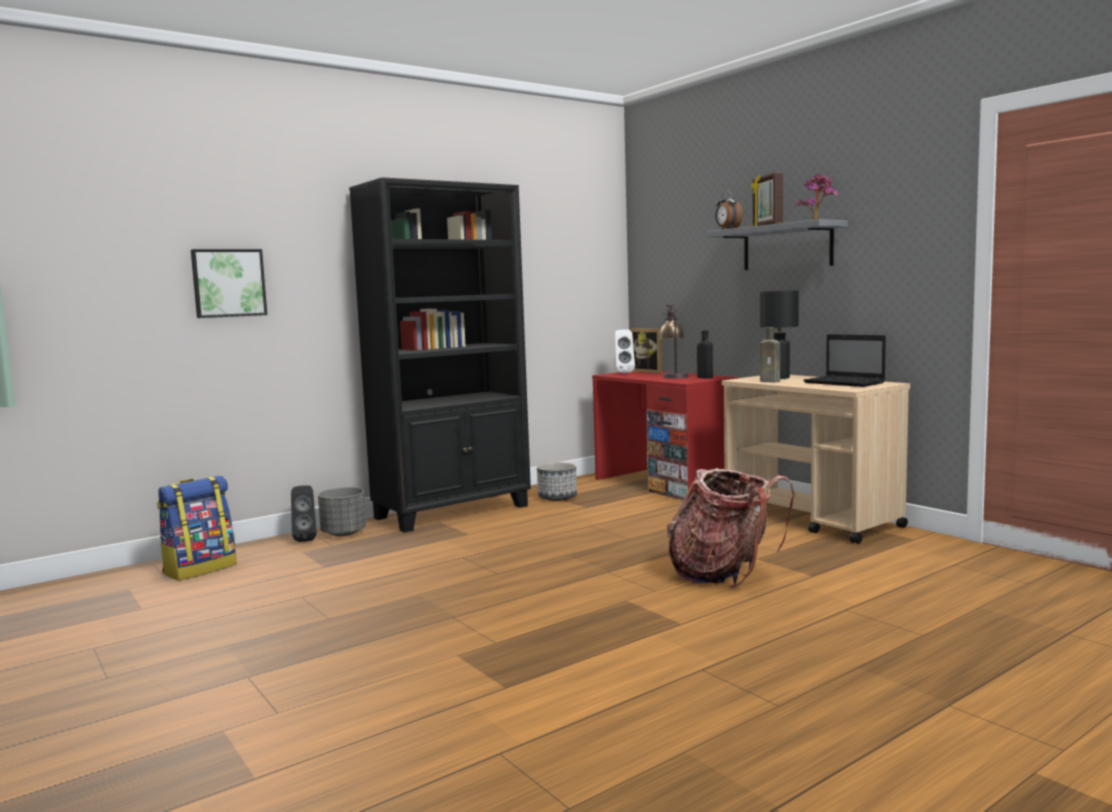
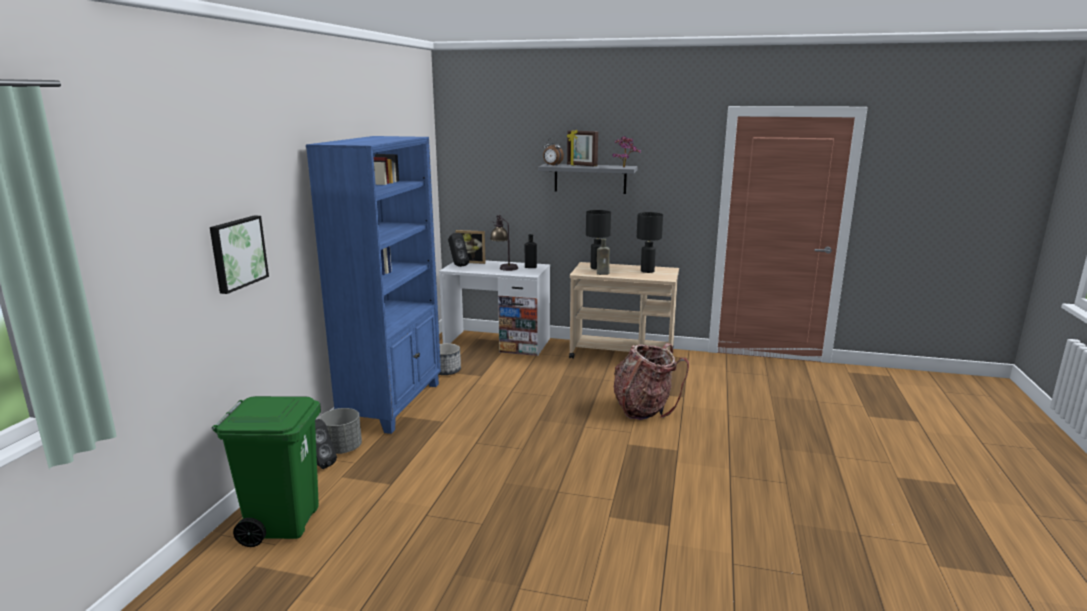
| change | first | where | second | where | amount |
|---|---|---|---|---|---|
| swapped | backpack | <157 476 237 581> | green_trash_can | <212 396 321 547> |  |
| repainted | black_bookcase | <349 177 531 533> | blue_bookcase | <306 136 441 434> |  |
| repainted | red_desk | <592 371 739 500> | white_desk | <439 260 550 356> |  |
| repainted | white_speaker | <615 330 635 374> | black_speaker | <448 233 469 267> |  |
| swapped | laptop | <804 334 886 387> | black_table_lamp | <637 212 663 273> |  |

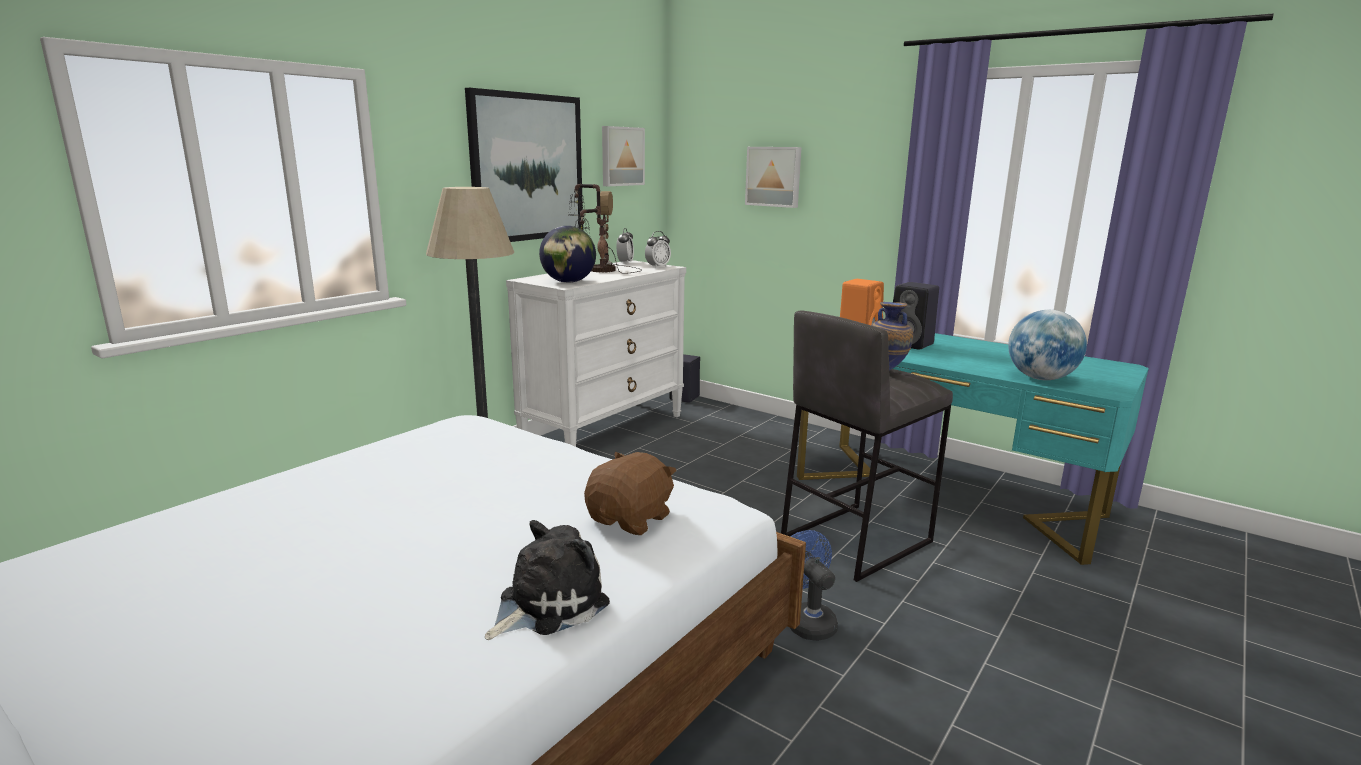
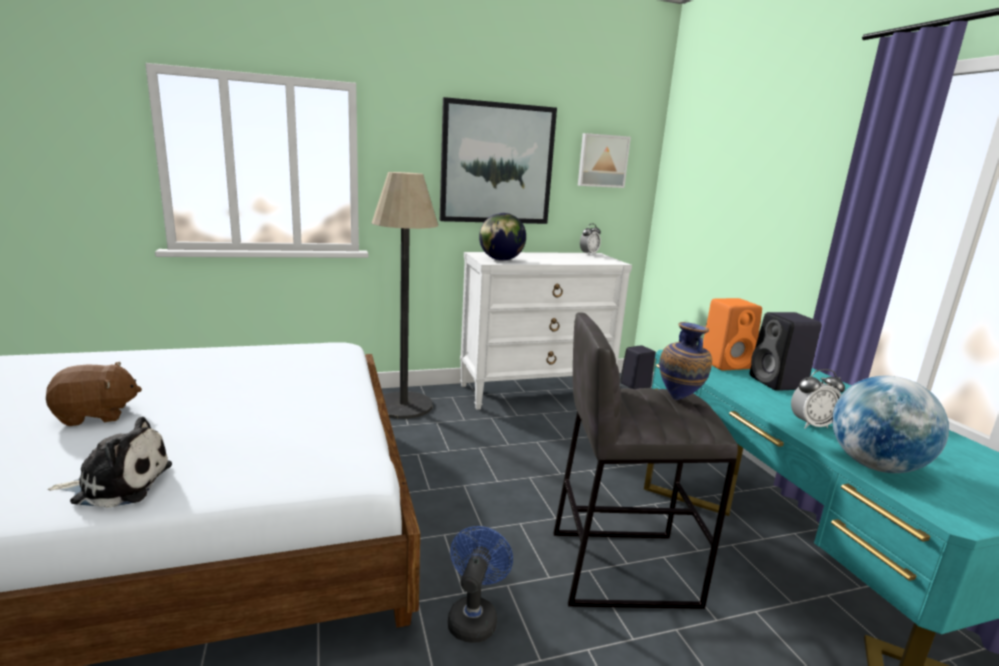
| change | first | where | second | where | amount |
|---|---|---|---|---|---|
| gone | table_lamp | <569 184 642 274> |  |  |  |
| shifted | brown_plush_toy | <584 452 676 535> |  | <46 362 142 426> |  |
| shifted | alarm_clock | <645 231 671 268> |  | <791 369 845 429> |  |
| gone | picture | <745 147 801 208> |  |  |  |

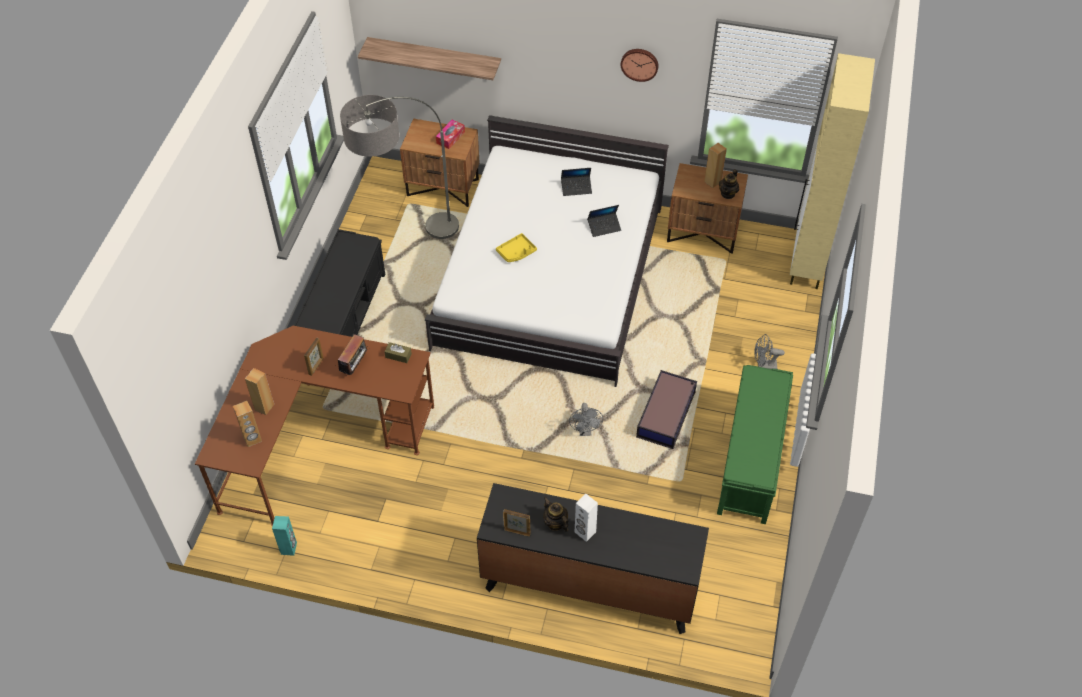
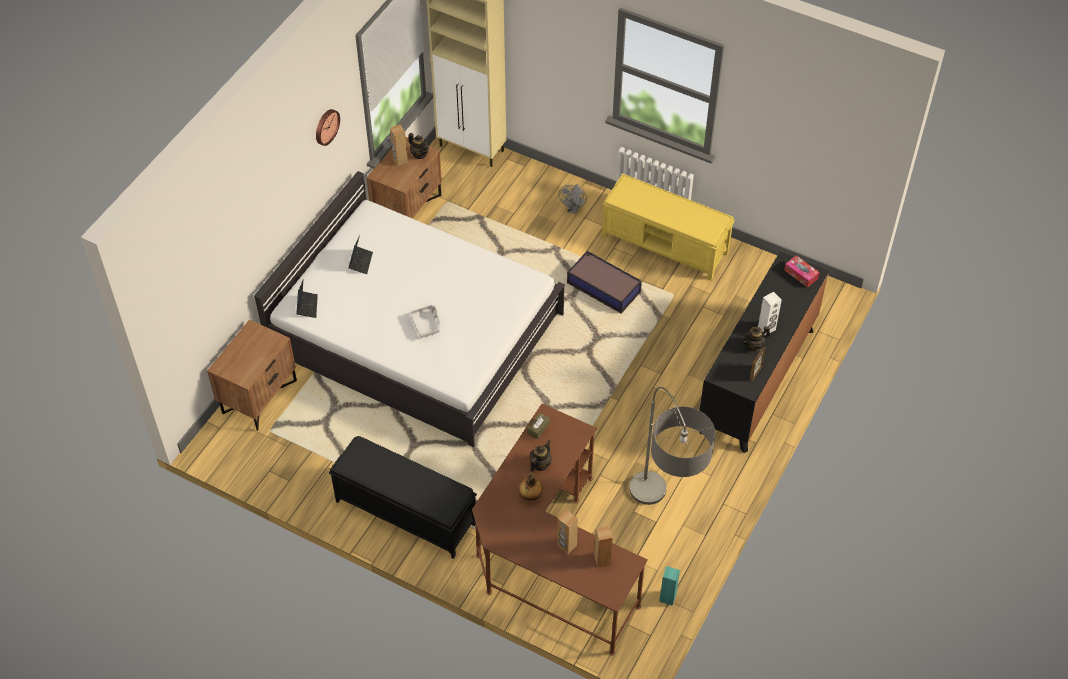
| change | first | where | second | where | amount |
|---|---|---|---|---|---|
| swapped | picture_frame | <304 337 324 376> | bottle | <519 473 543 501> |  |
| swapped | radio | <338 334 367 376> | teapot | <530 440 552 472> |  |
| shifted | floor_lamp | <340 95 459 239> |  | <629 387 715 505> |  |
| gone | shelf | <358 37 501 80> |  |  |  |
| shifted | tissue_box | <436 120 465 149> |  | <784 255 820 288> |  |
| repainted | yellow_tray | <496 233 537 262> | grey_tray | <409 305 440 338> |  |
| gone | grey_fan | <569 403 603 436> |  |  |  |
| shifted | laptop | <587 205 621 237> |  | <296 280 318 318> |  |
| repainted | green_bench | <717 365 793 524> | yellow_bench | <602 174 735 280> |  |

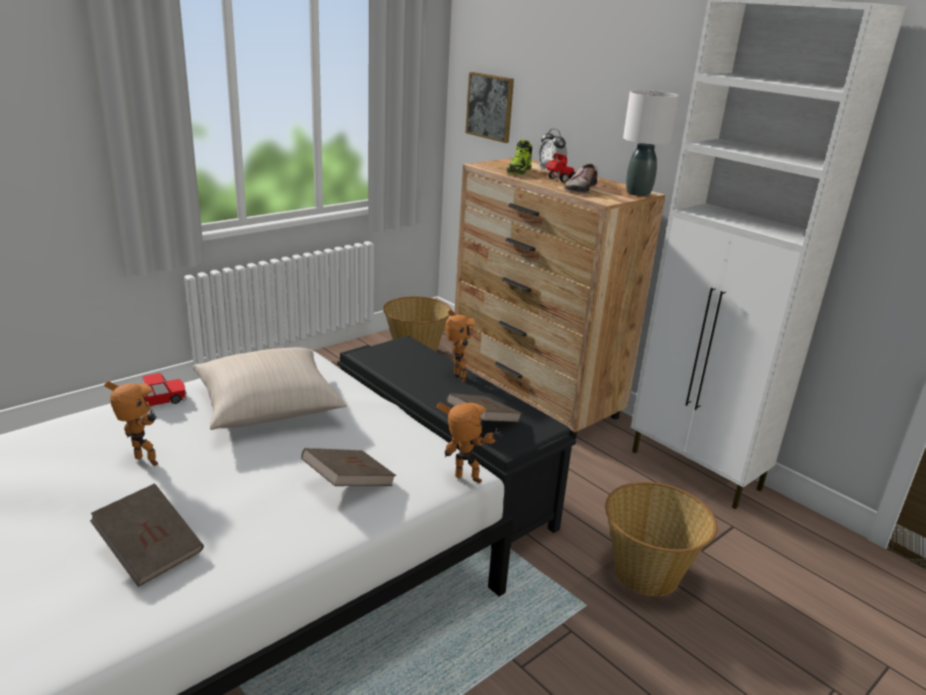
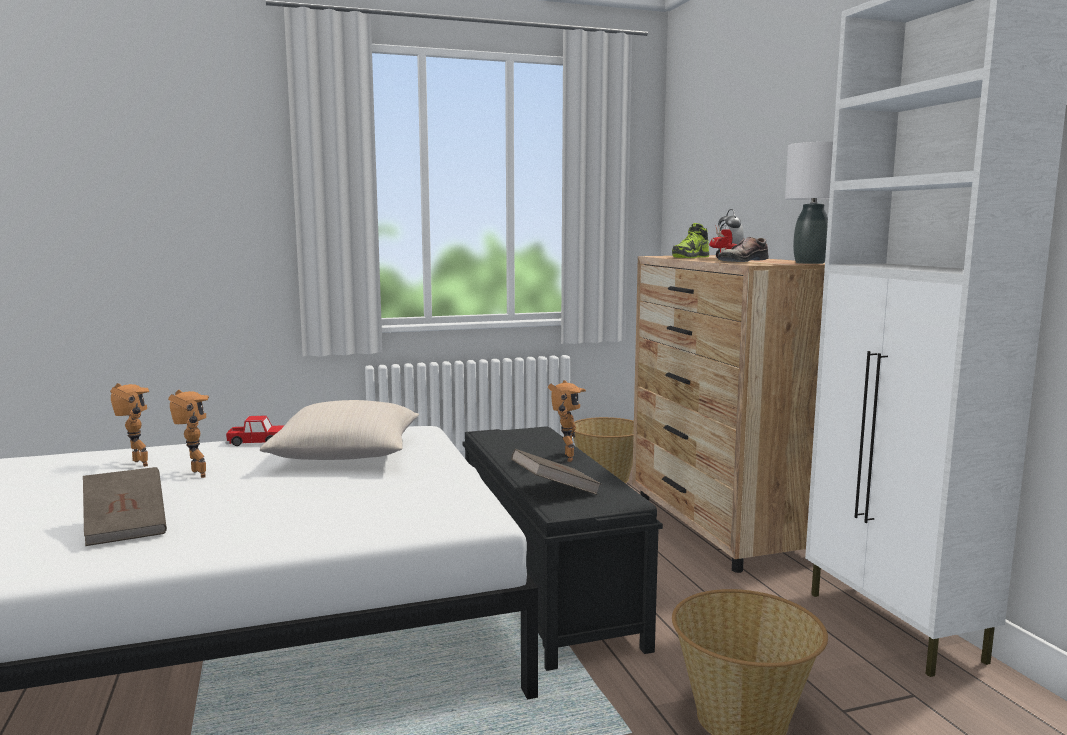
| change | first | where | second | where | amount |
|---|---|---|---|---|---|
| gone | brown_book | <301 448 396 486> |  |  |  |
| shifted | toy_robot | <436 402 503 484> |  | <110 383 149 467> |  |
| gone | picture | <465 72 514 143> |  |  |  |

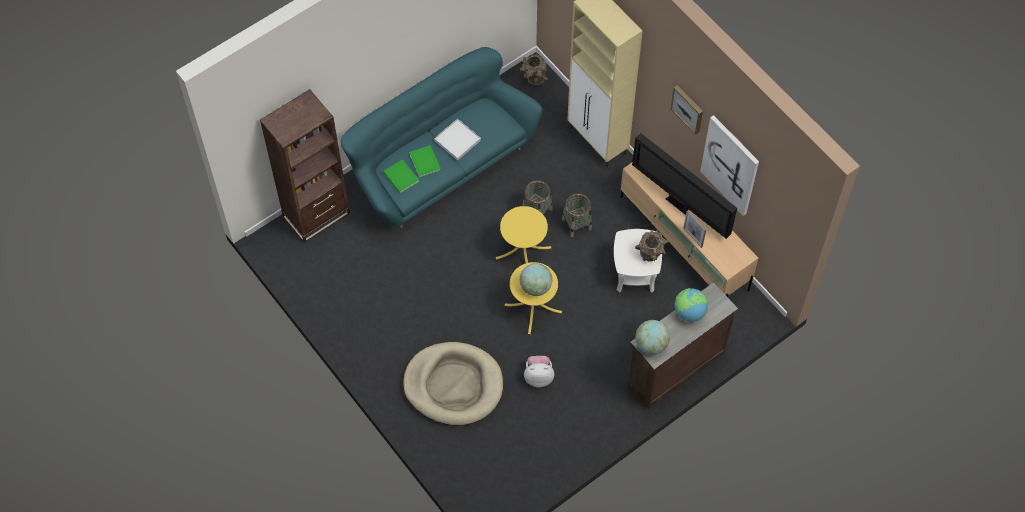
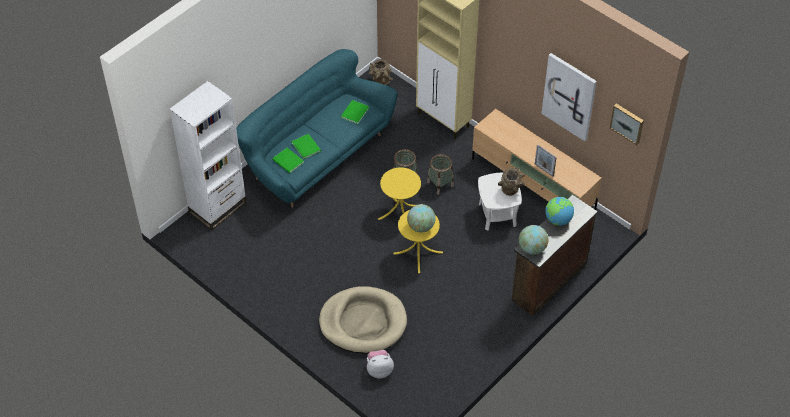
| change | first | where | second | where | amount |
|---|---|---|---|---|---|
| repainted | brown_bookcase | <260 89 350 243> | white_bookcase | <170 81 246 230> |  |
| gone | white_tray | <434 118 481 161> |  |  |  |
| shifted | plush_toy | <524 356 554 388> |  | <367 350 394 379> |  |
| gone | television | <632 133 737 239> |  |  |  |
| shifted | picture | <671 85 703 135> |  | <610 104 644 145> |  |
| new |  |  | green_book | <341 100 369 124> |  |

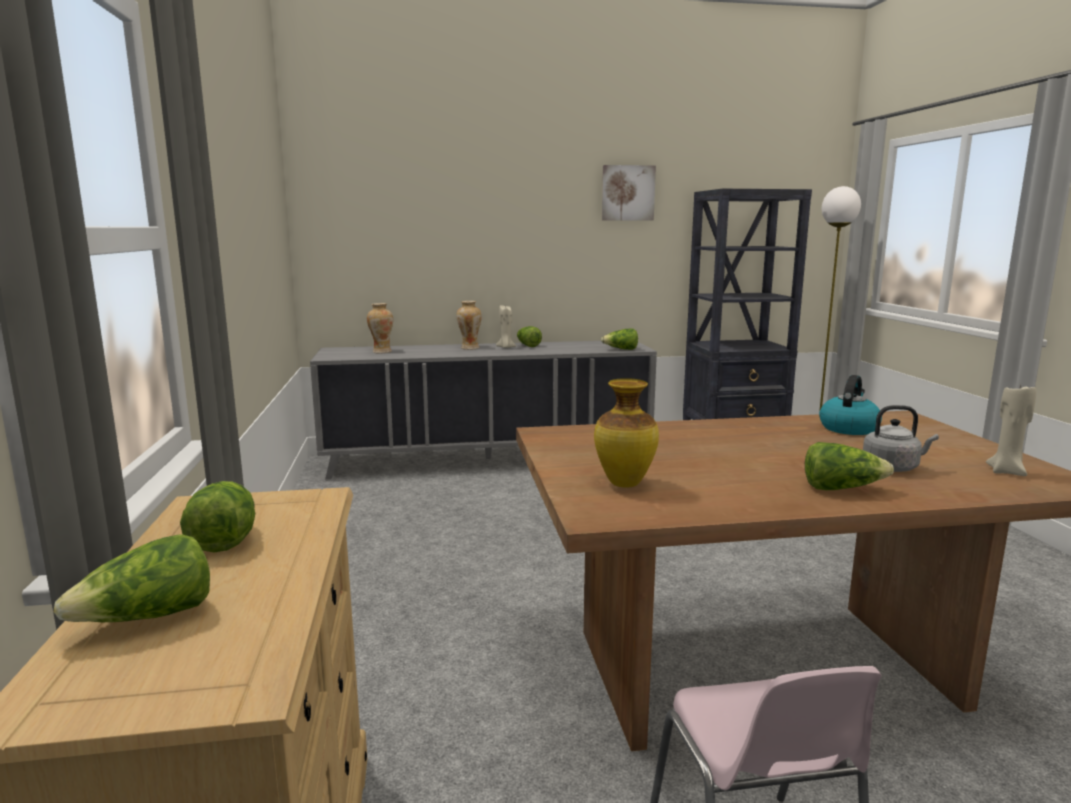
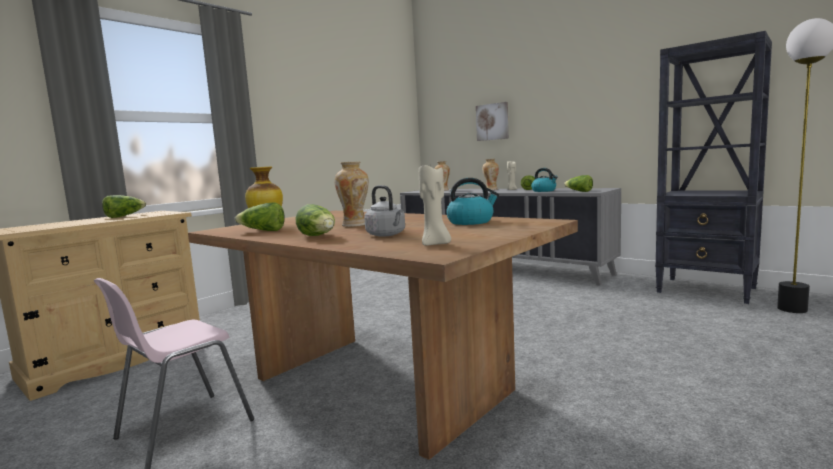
| change | first | where | second | where | amount |
|---|---|---|---|---|---|
| shifted | lettuce | <54 534 210 622> |  | <235 202 285 231> |  |
| shifted | picture | <602 165 656 221> |  | <476 102 509 141> |  |
| new |  |  | vase | <335 162 369 227> |  |
| new |  |  | kettle | <531 168 558 192> |  |

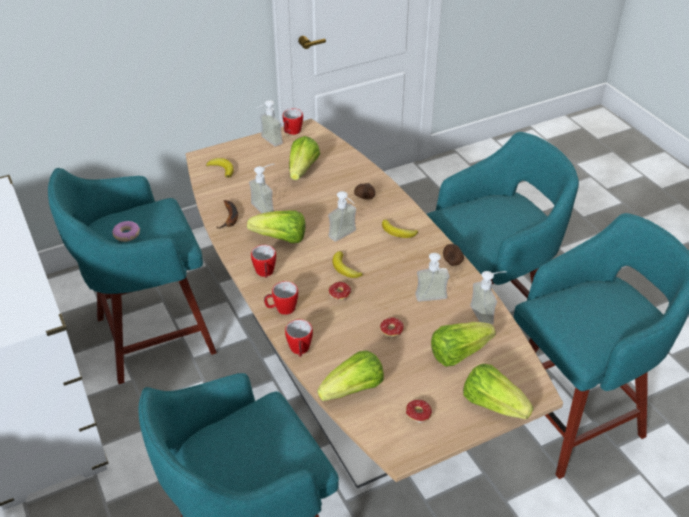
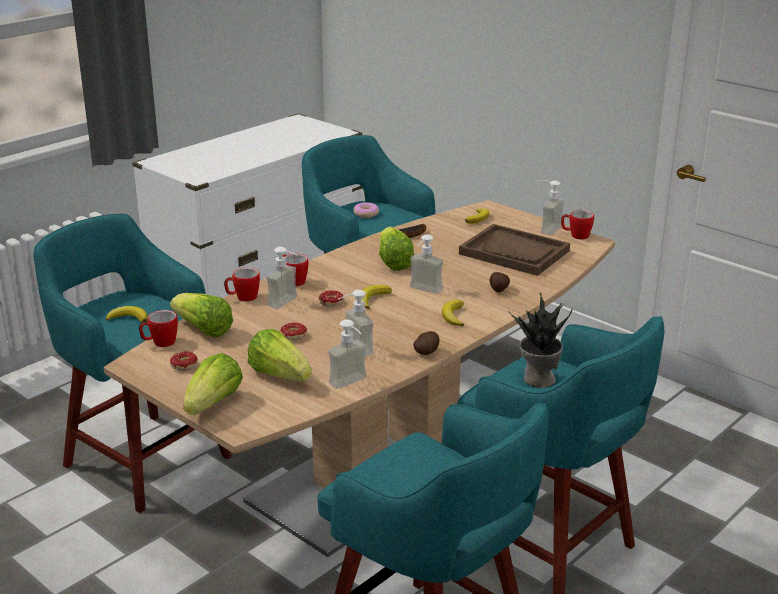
| change | first | where | second | where | amount |
|---|---|---|---|---|---|
| shifted | soap_dispenser | <249 164 274 213> |  | <266 247 297 309> |  |
| shifted | mug | <251 245 276 278> |  | <139 310 178 347> |  |
| swapped | lettuce | <289 136 320 180> | brown_tray | <459 224 570 276> |  |
| new |  |  | banana | <106 306 148 323> |  |
| new |  |  | potted_plant | <509 293 573 388> |  |

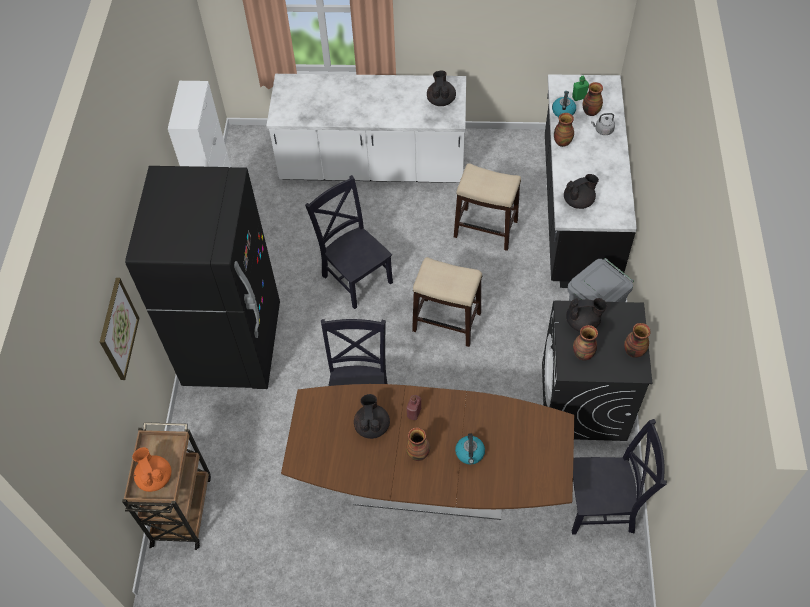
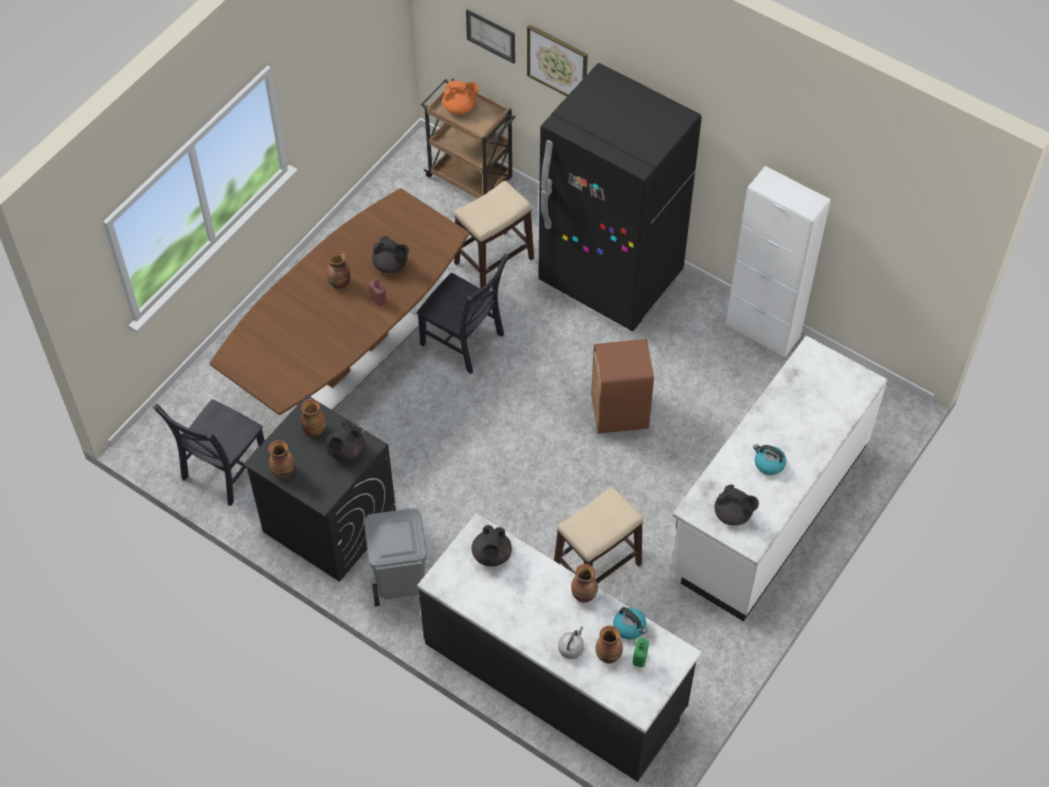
| change | first | where | second | where | amount |
|---|---|---|---|---|---|
| swapped | black_chair | <305 175 393 309> | brown_trash_can | <591 339 654 434> |  |
| shifted | stool | <412 257 482 347> |  | <454 181 534 289> |  |
| shifted | kettle | <455 433 485 464> |  | <753 444 786 475> |  |
| new |  |  | picture | <466 9 515 64> |  |

